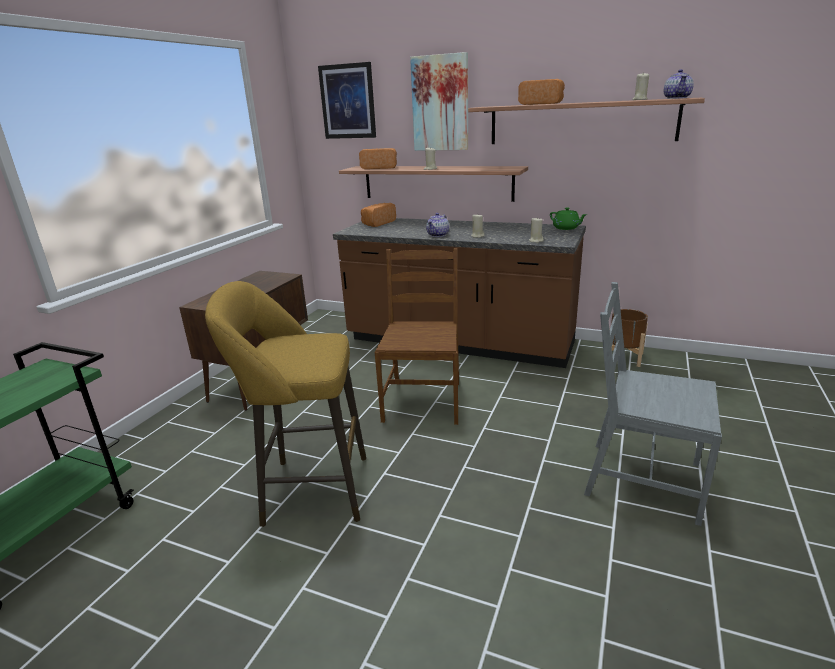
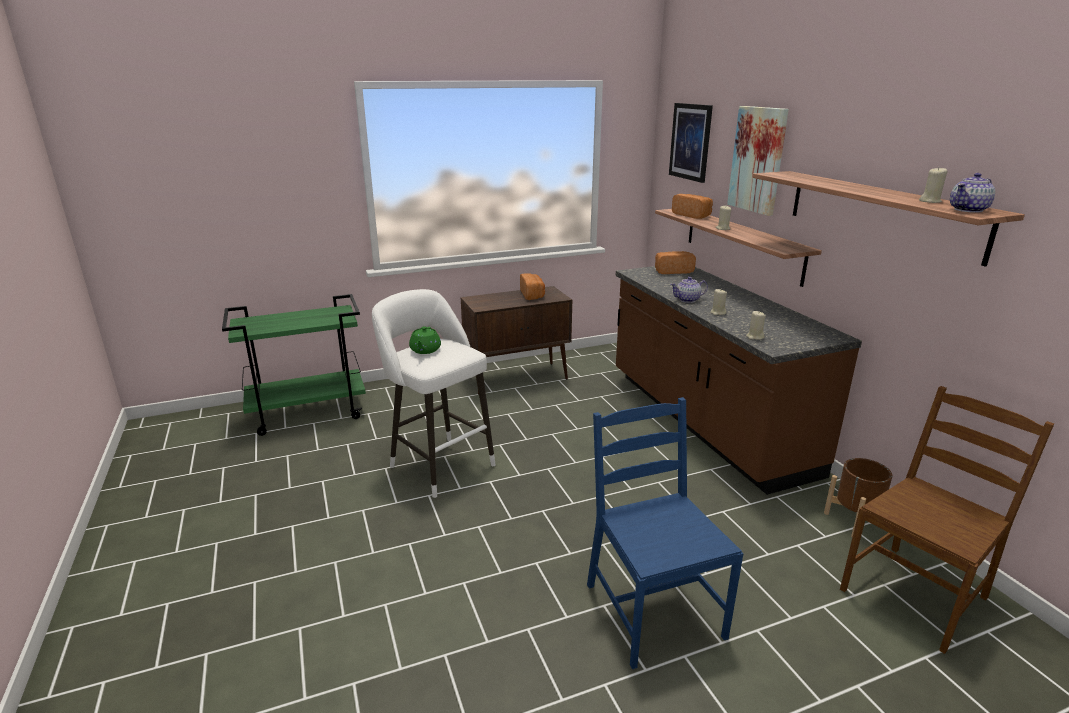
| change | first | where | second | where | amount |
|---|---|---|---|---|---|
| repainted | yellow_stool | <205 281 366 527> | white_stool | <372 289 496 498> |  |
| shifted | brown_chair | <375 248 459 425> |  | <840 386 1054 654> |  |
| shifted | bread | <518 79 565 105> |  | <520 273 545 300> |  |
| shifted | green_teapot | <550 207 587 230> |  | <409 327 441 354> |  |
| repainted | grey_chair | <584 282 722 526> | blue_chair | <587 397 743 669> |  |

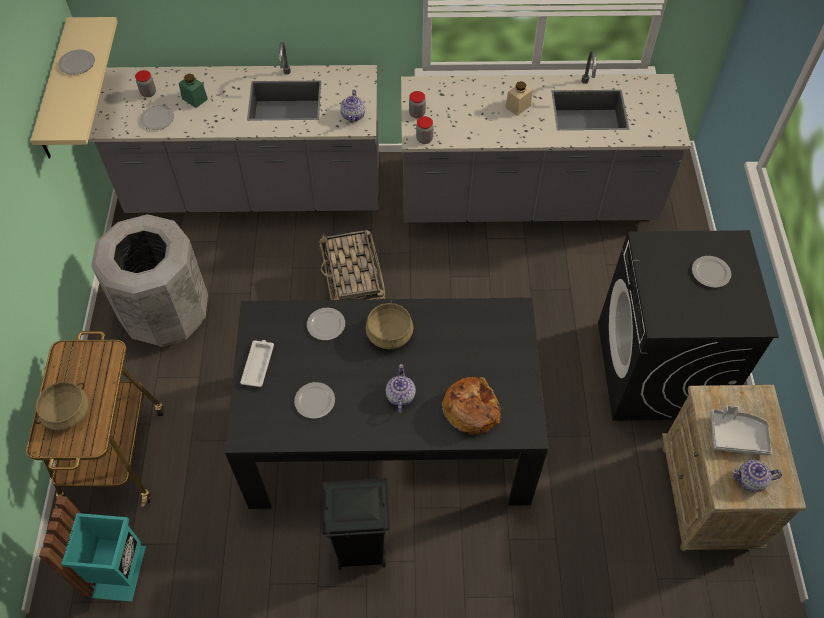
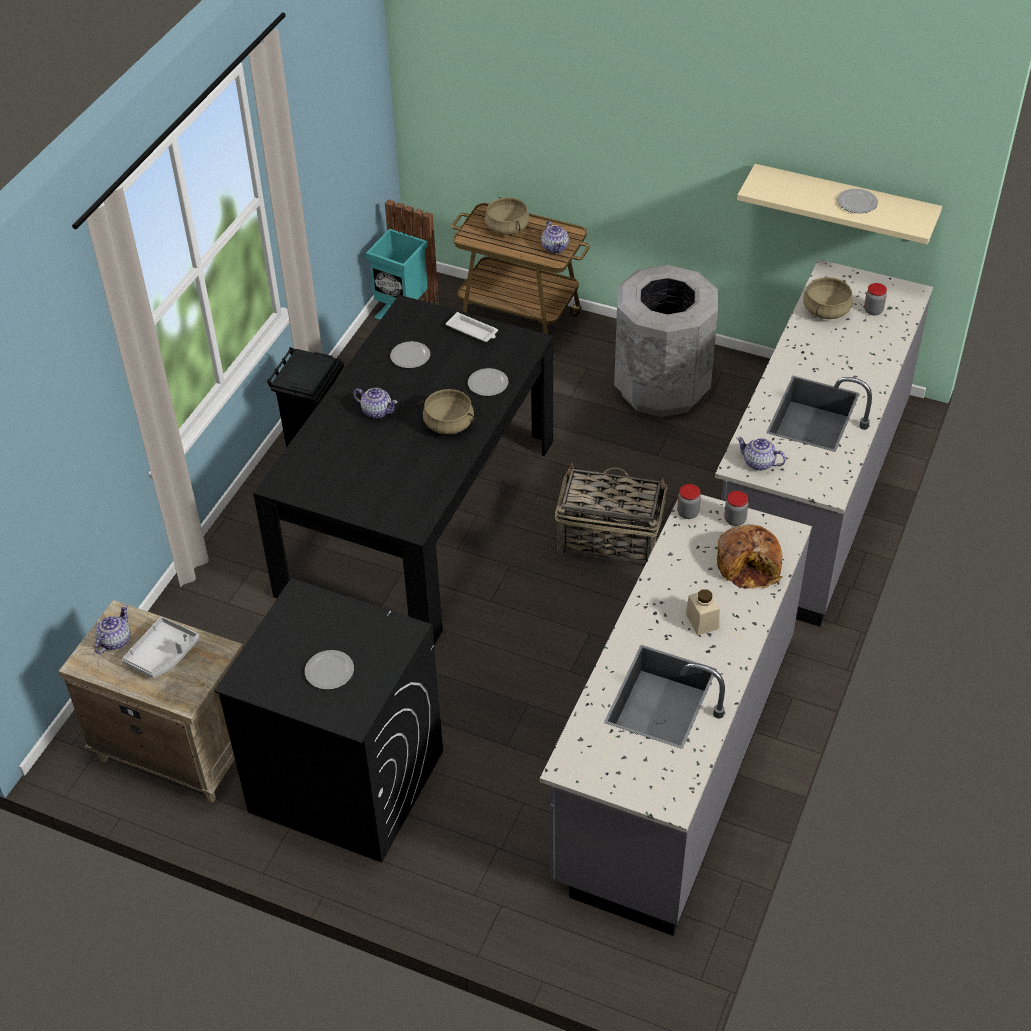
| change | first | where | second | where | amount |
|---|---|---|---|---|---|
| swapped | plate | <140 105 174 130> | beige_cooking_pot | <803 277 853 319> |  |
| gone | green_jar | <179 74 208 108> |  |  |  |
| shifted | bread | <442 377 501 435> |  | <717 524 783 589> |  |
| new |  |  | teapot | <541 221 569 254> |  |

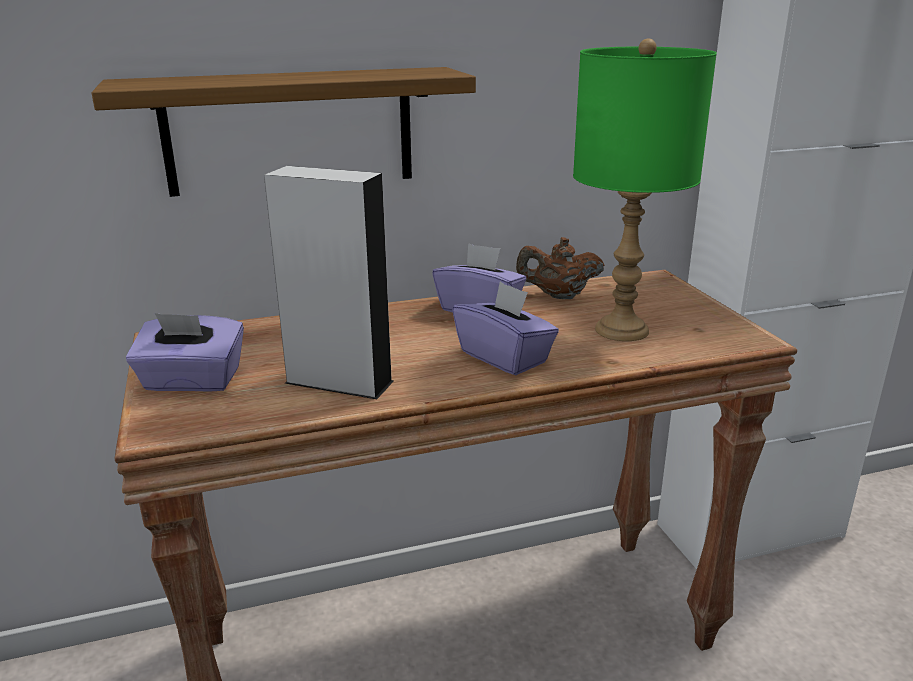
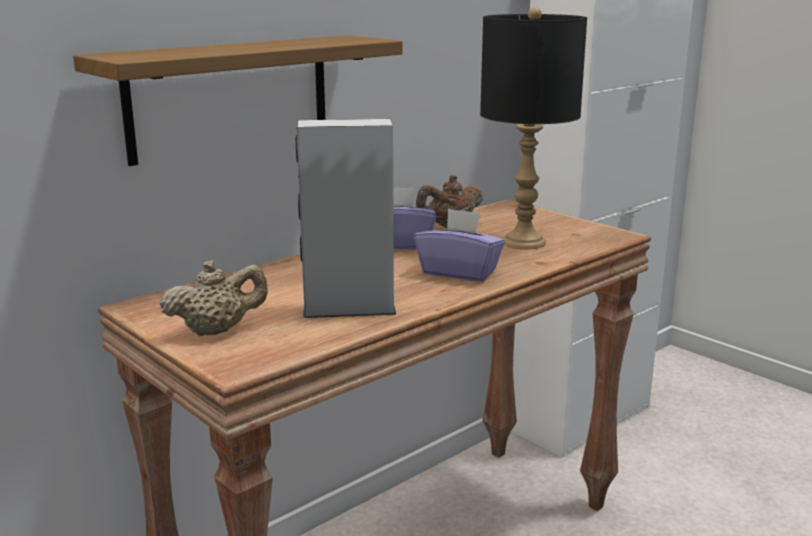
| change | first | where | second | where | amount |
|---|---|---|---|---|---|
| swapped | purple_tissue_box | <126 313 244 392> | beige_teapot | <159 260 268 336> |  |
| repainted | green_table_lamp | <573 39 717 341> | black_table_lamp | <480 7 587 249> |  |

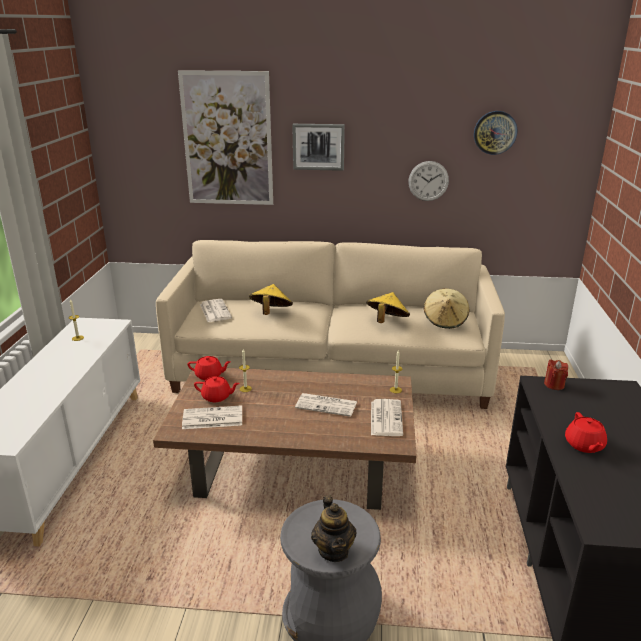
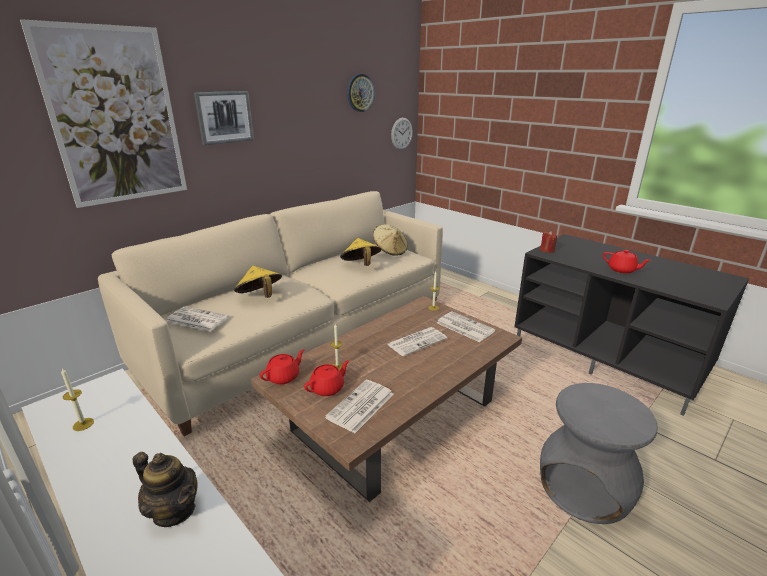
| change | first | where | second | where | amount |
|---|---|---|---|---|---|
| shifted | teapot | <311 495 356 562> |  | <133 452 198 527> |  |
| shifted | wall_clock | <408 161 449 201> |  | <391 118 413 150> |  |

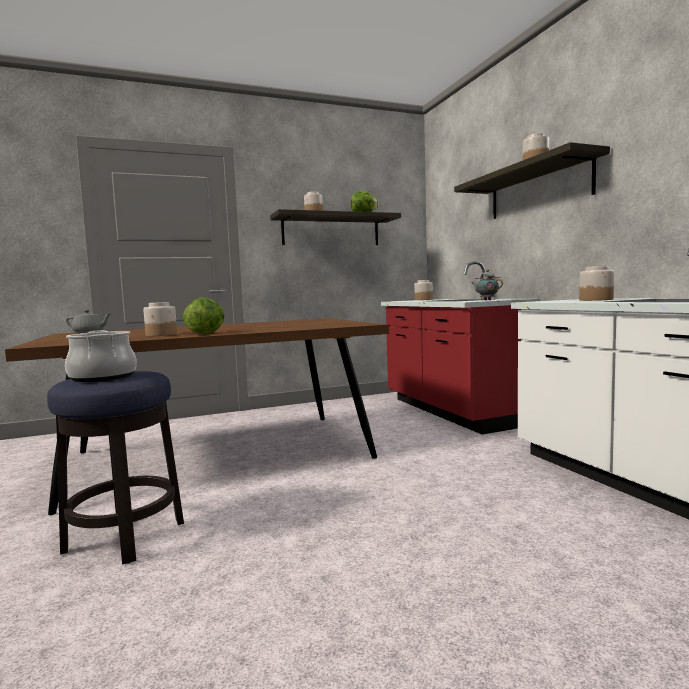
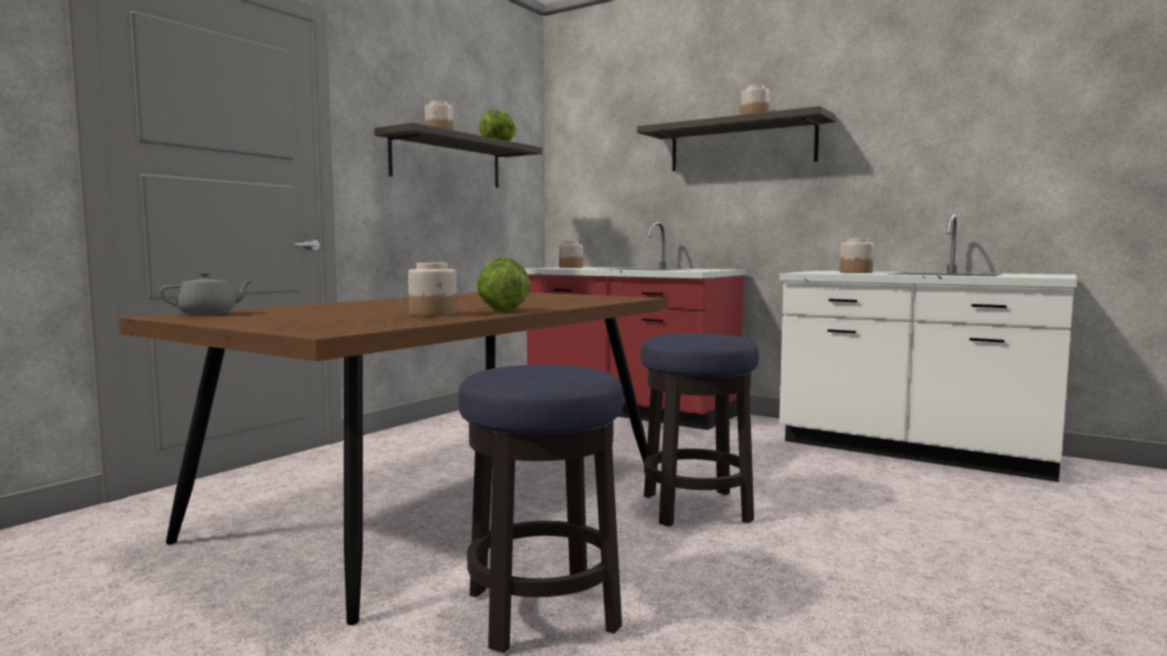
| change | first | where | second | where | amount |
|---|---|---|---|---|---|
| gone | cooking_pot | <65 330 137 382> |  |  |  |
| gone | teapot | <471 270 503 300> |  |  |  |
| new |  |  | stool | <641 333 759 527> |  |

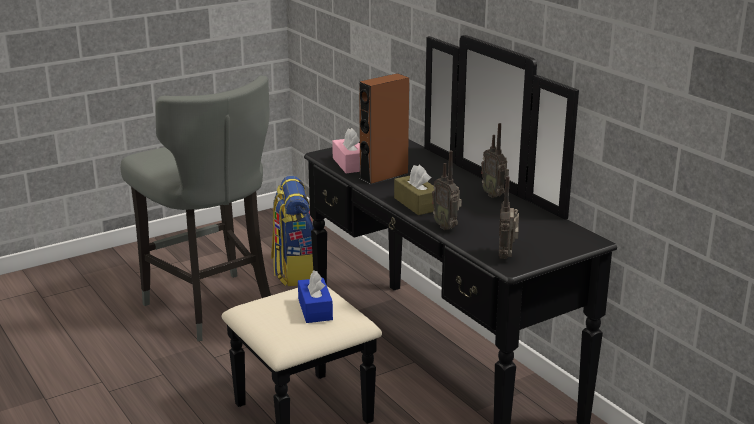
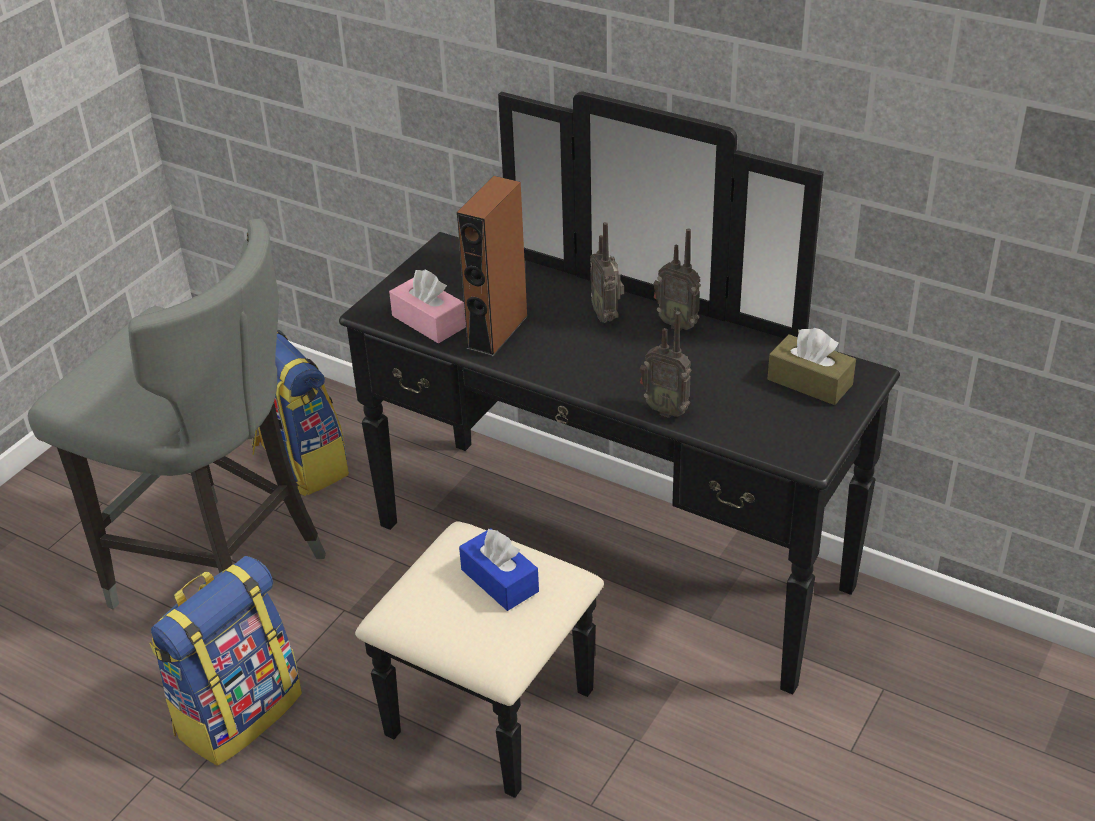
| change | first | where | second | where | amount |
|---|---|---|---|---|---|
| shifted | brown_tissue_box | <394 165 434 215> |  | <768 328 856 405> |  |
| shifted | radio | <499 176 519 259> |  | <590 222 624 323> |  |
| new |  |  | backpack | <149 556 302 766> |  |

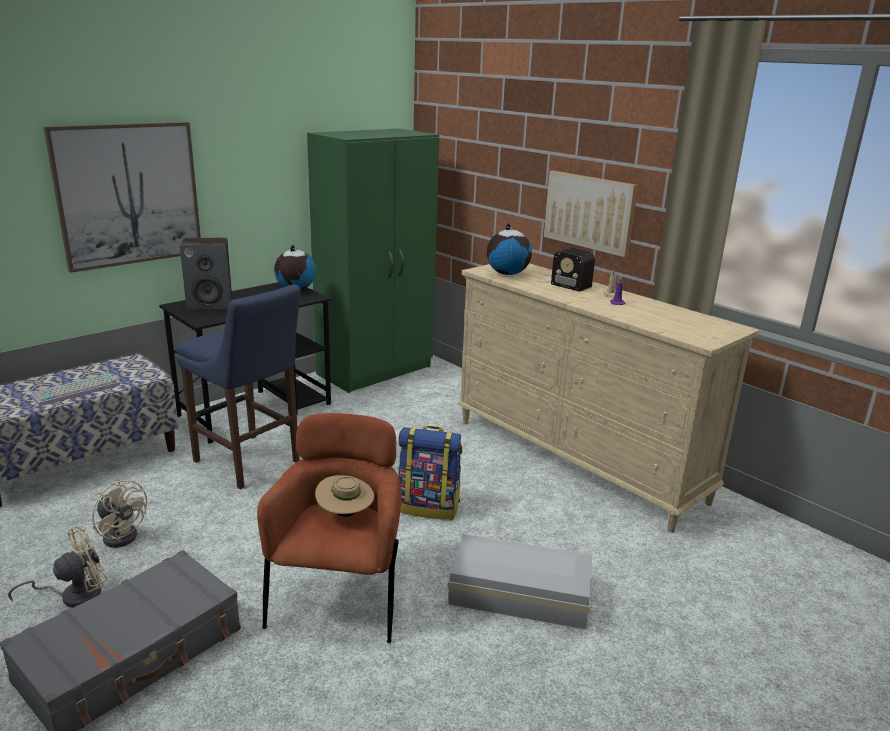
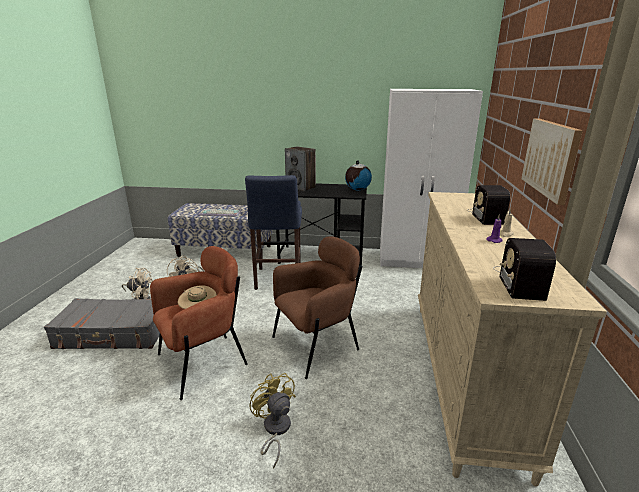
| change | first | where | second | where | amount |
|---|---|---|---|---|---|
| gone | picture | <44 122 201 273> |  |  |  |
| repainted | green_wardrobe | <307 129 439 393> | white_wardrobe | <380 89 483 268> |  |
| swapped | backpack | <398 426 462 520> | brown_armchair | <272 236 362 379> |  |
| swapped | white_storage_box | <448 534 593 629> | yellow_fan | <249 373 296 469> |  |
| gone | globe | <487 223 532 275> |  |  |  |
| new |  |  | radio | <493 238 556 301> |  |

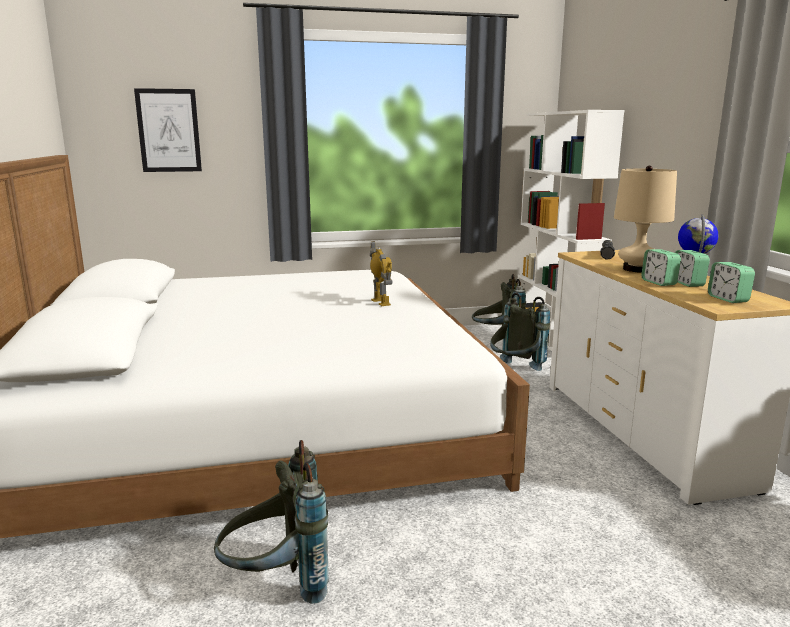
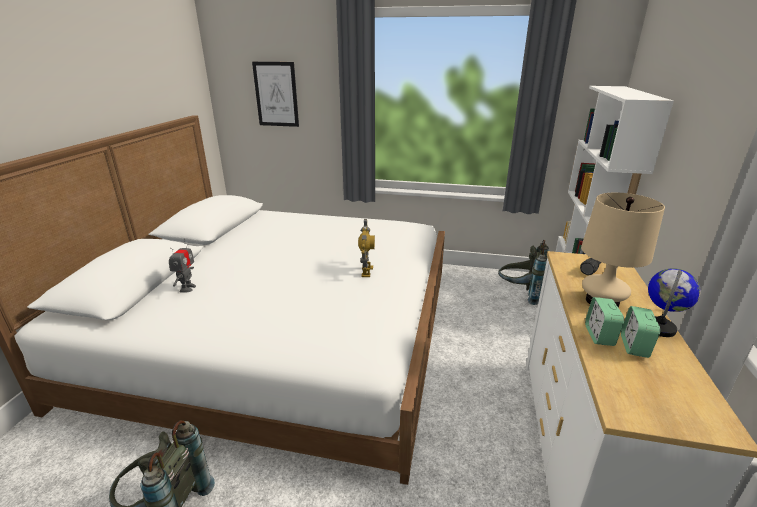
| change | first | where | second | where | amount |
|---|---|---|---|---|---|
| gone | grey_backpack | <490 293 550 371> |  |  |  |
| gone | alarm_clock | <708 262 755 303> |  |  |  |
| new |  |  | toy_robot | <169 238 196 293> |  |

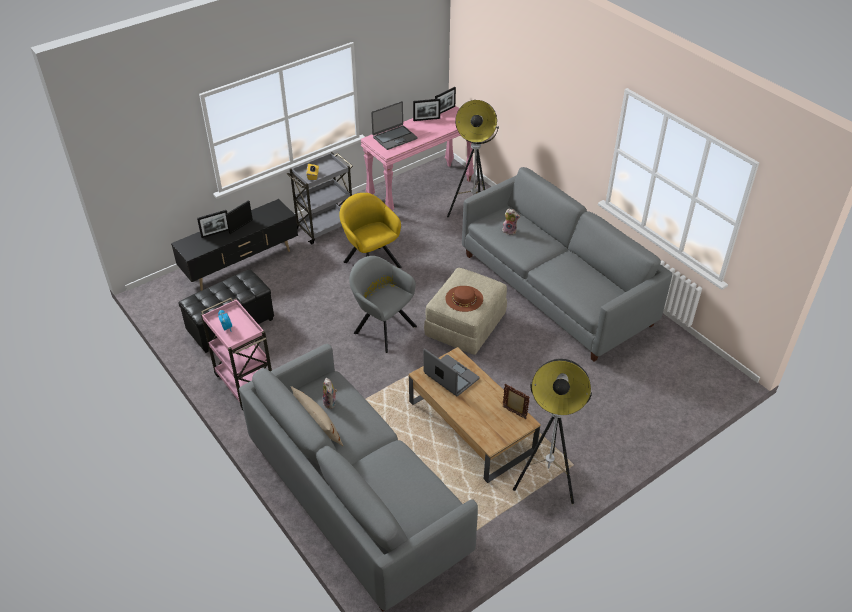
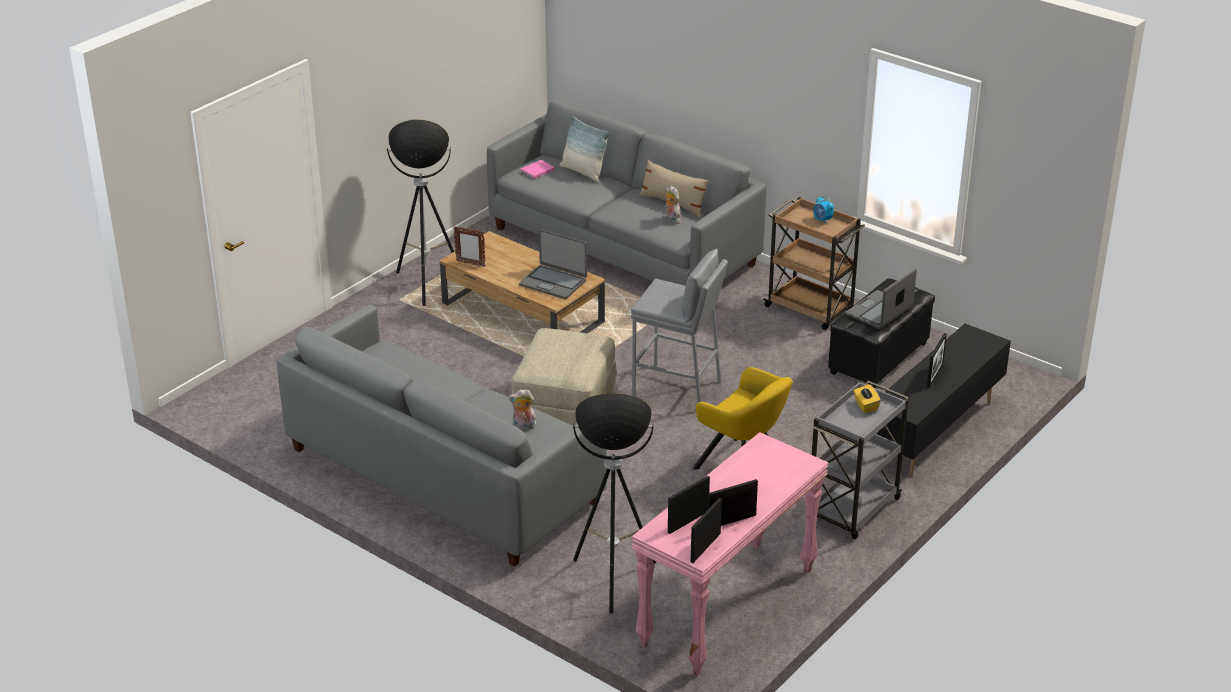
| change | first | where | second | where | amount |
|---|---|---|---|---|---|
| shifted | picture_frame | <197 210 228 238> |  | <668 476 710 534> |  |
| repainted | pink_cart | <201 298 272 410> | brown_cart | <763 197 865 330> |  |
| swapped | grey_armchair | <349 256 417 353> | grey_stool | <631 249 728 403> |  |
| shifted | laptop | <371 101 418 150> |  | <845 268 917 329> |  |
| gone | brown_hat | <445 286 483 312> |  |  |  |
| new |  |  | pink_book | <520 160 555 179> |  |
| new |  |  | pillow | <560 116 610 182> |  |

